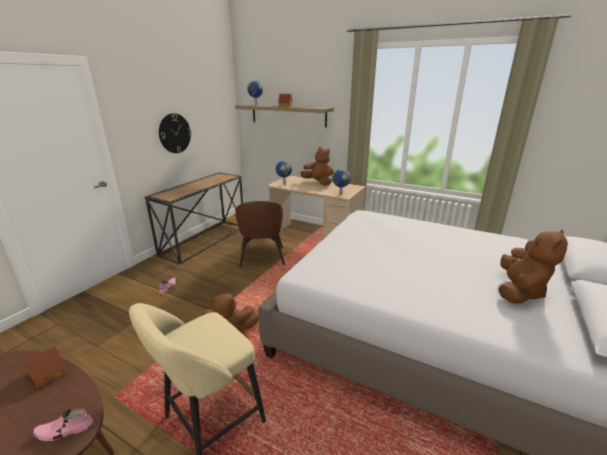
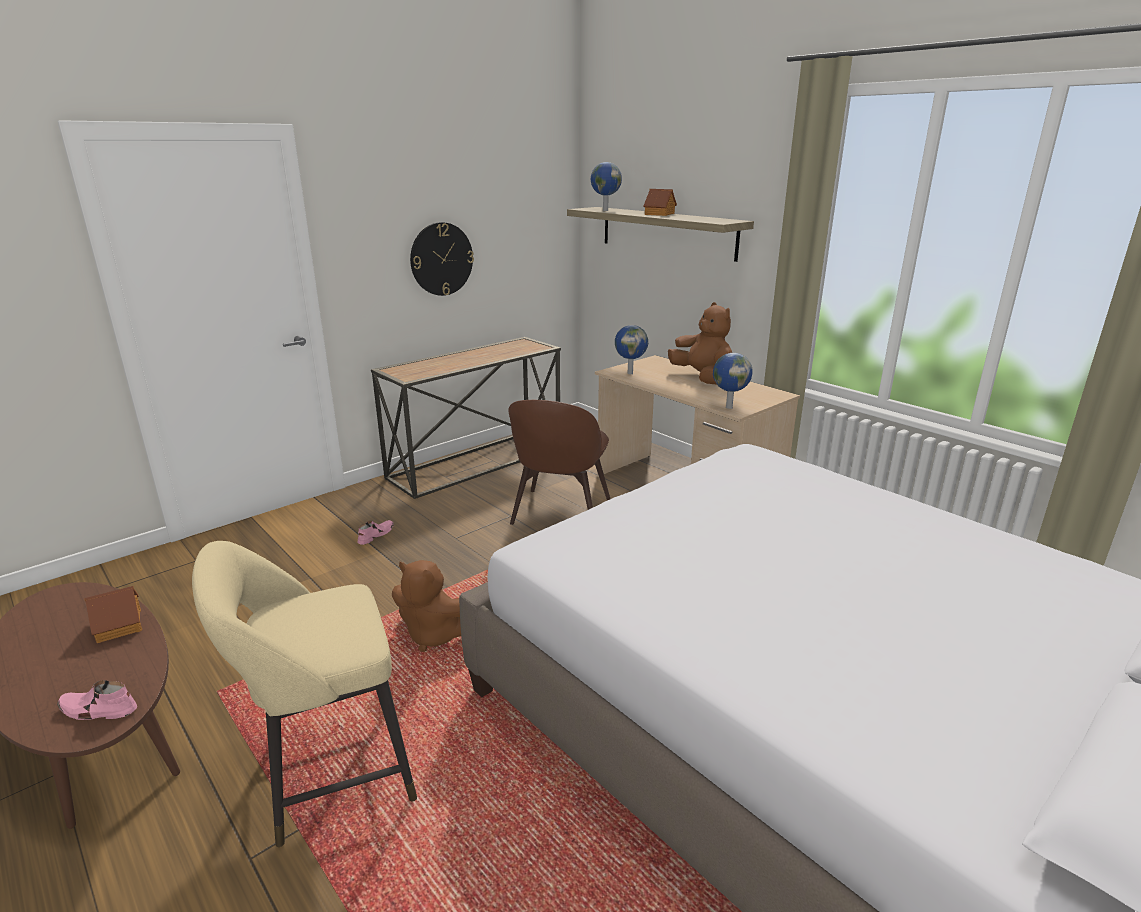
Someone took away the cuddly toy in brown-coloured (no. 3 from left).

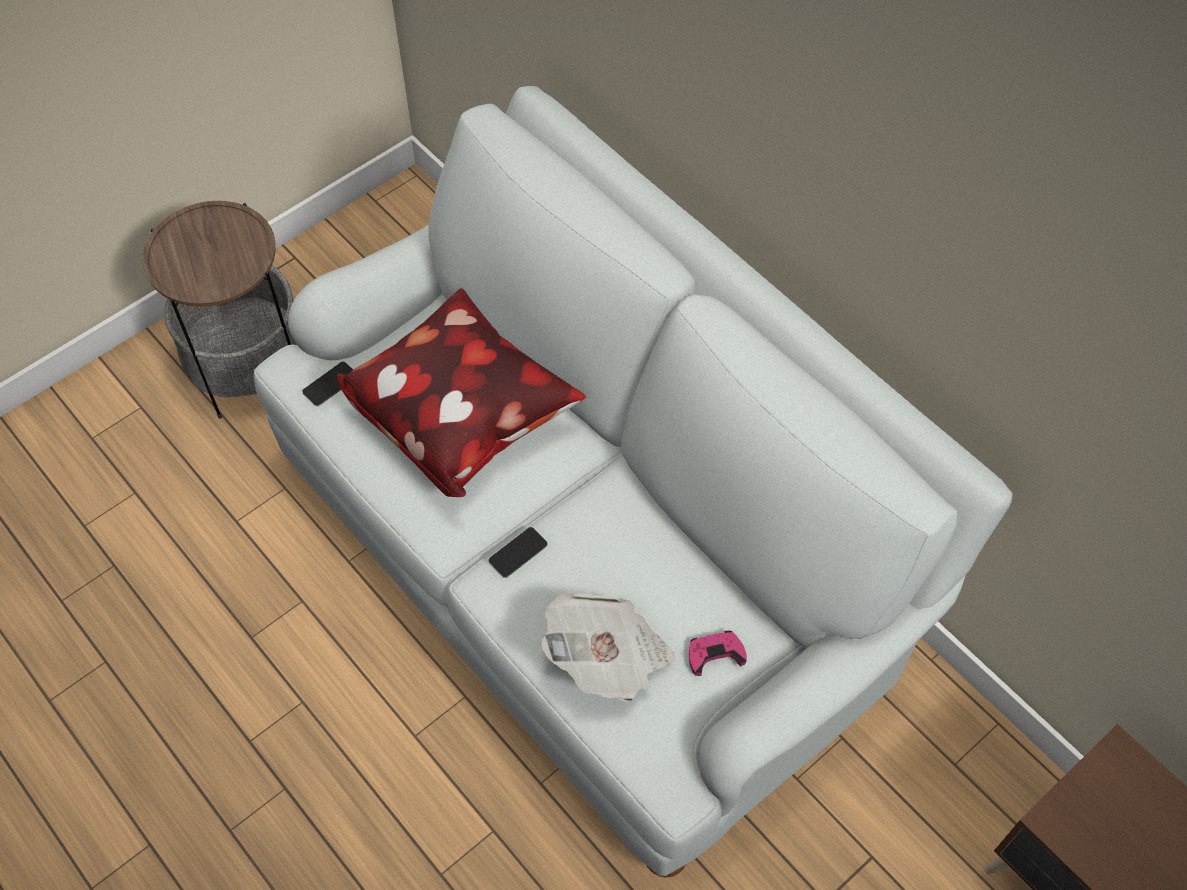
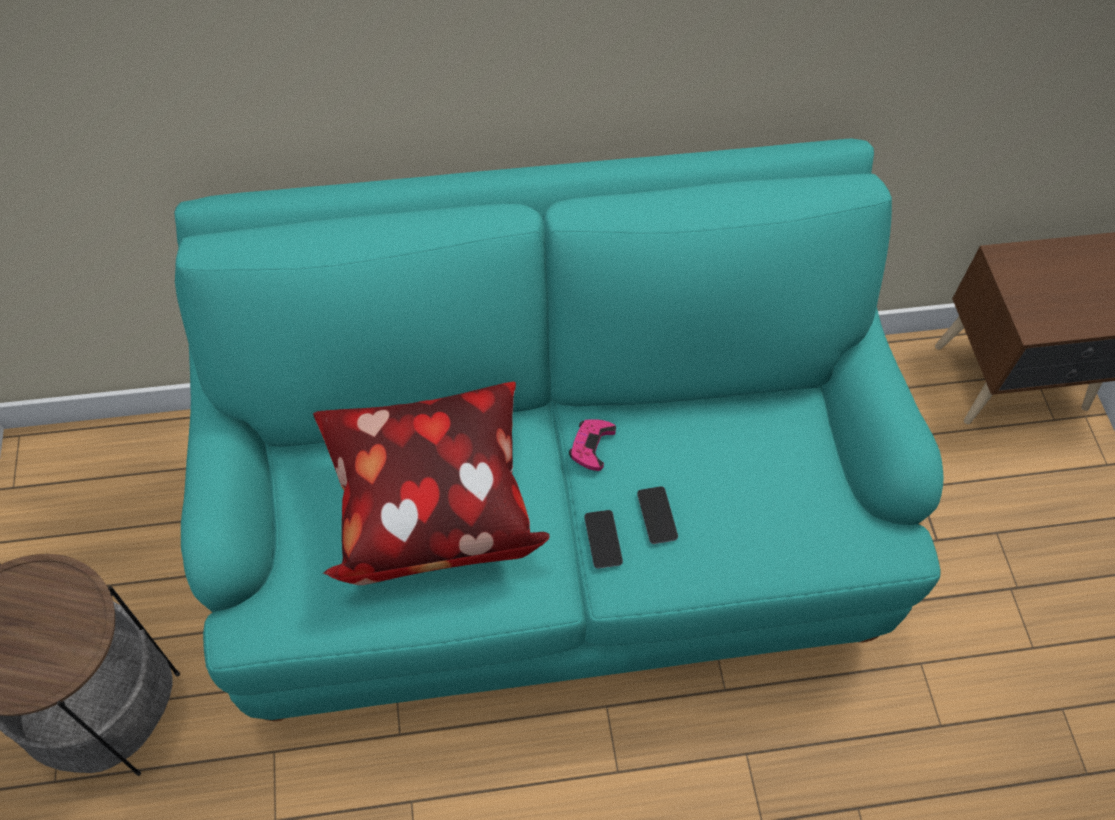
Someone repainted the couch in whitish, which became the couch in blue-green. Someone carried the joypad in pinkish. Someone carried the handset (no. 1 from left in the first image). Someone took away the newspaper.

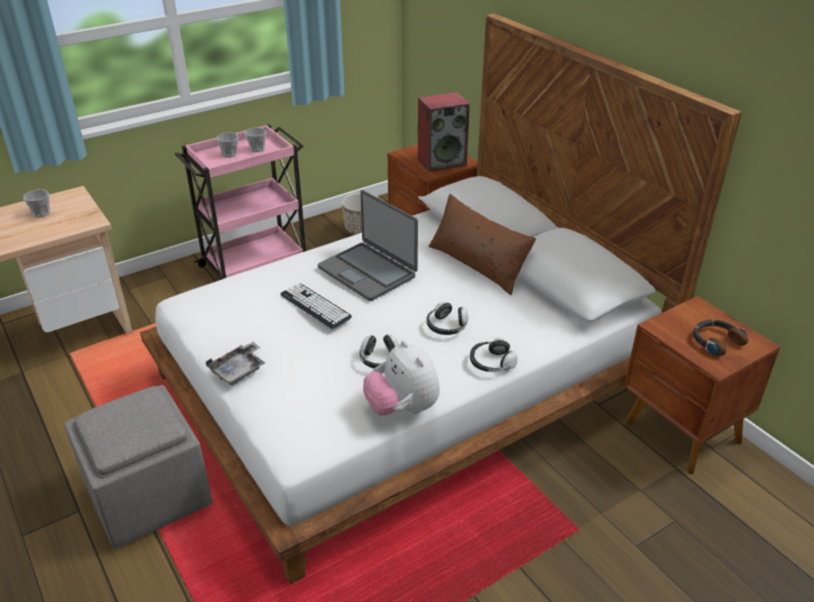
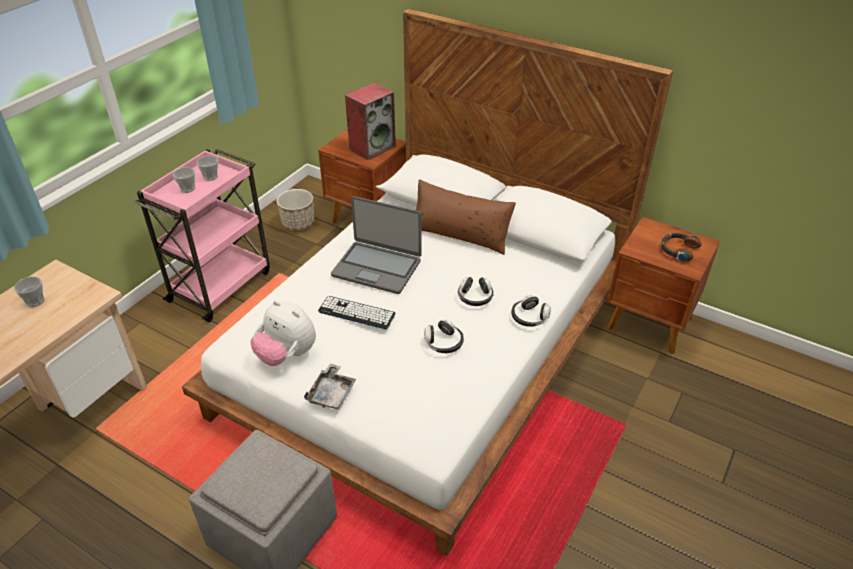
Someone carried the cuddly toy.

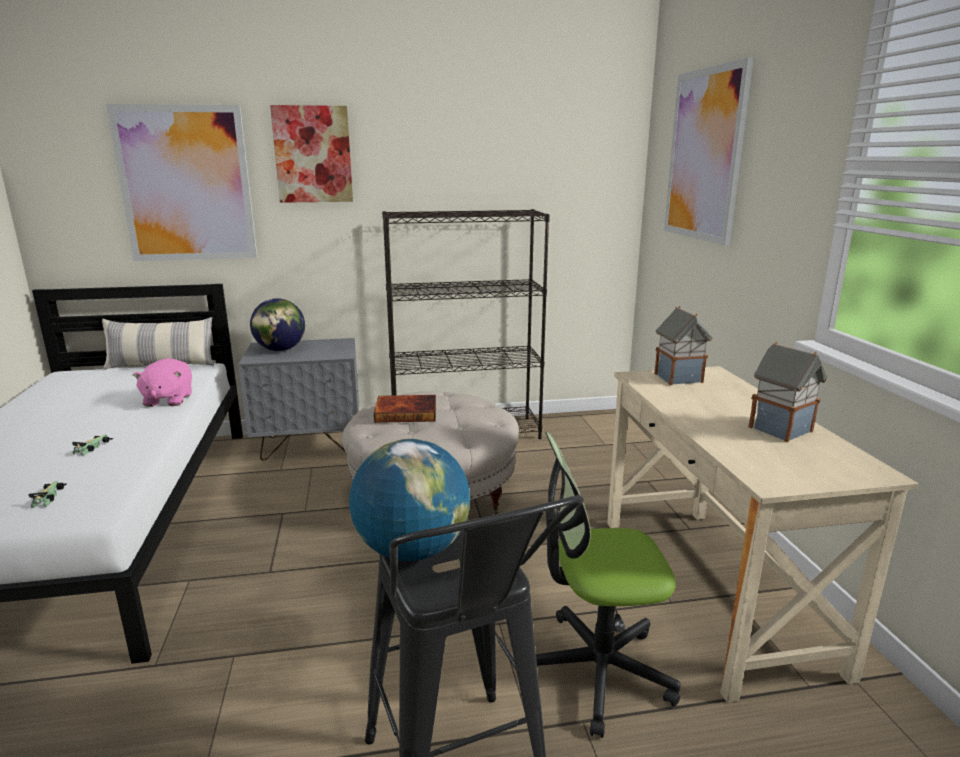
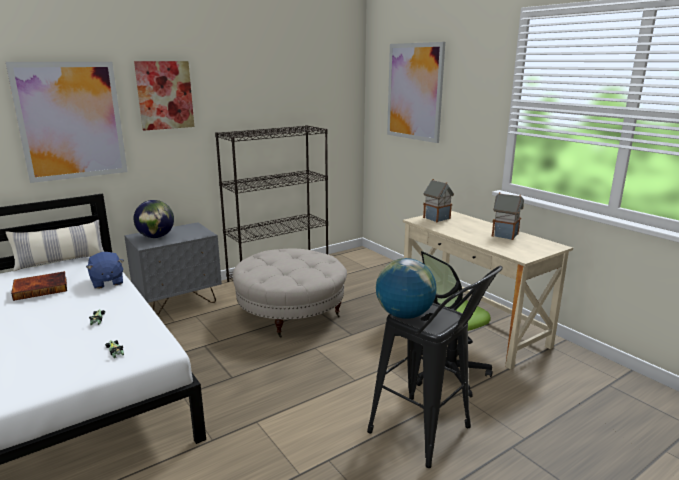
Someone carried the bound book. Someone repainted the cuddly toy in pinkish, which became the cuddly toy in bluish.

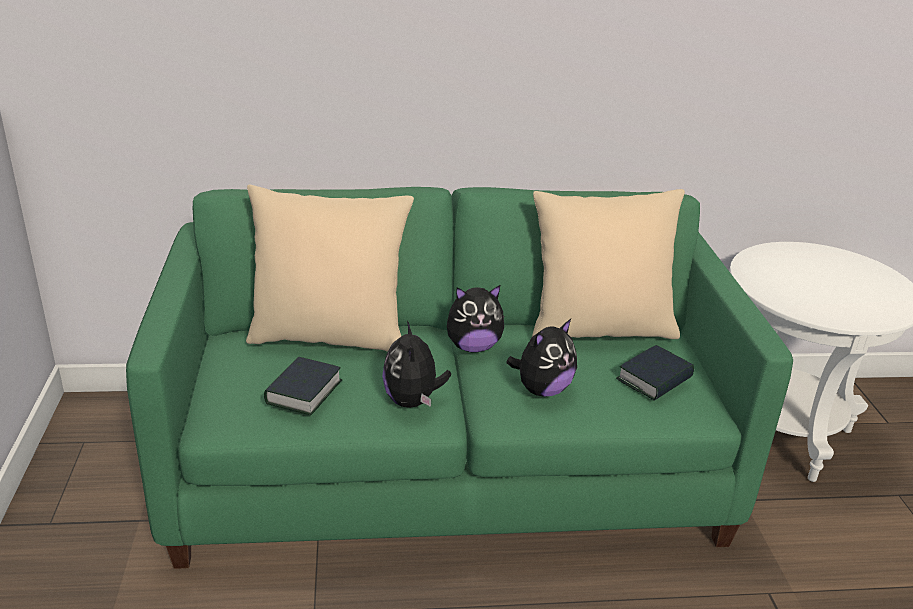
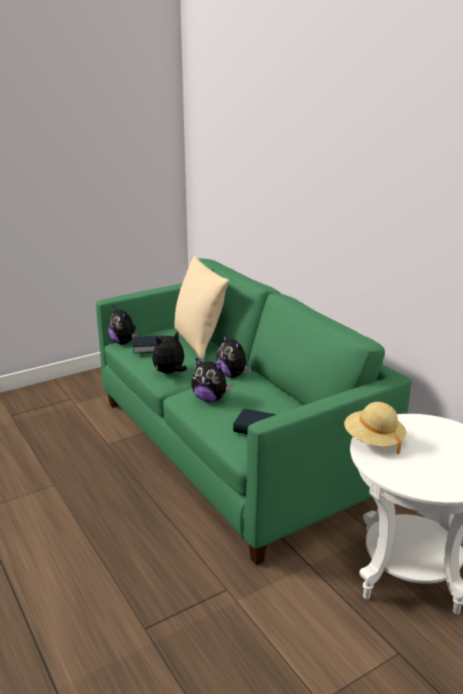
Someone put down the cuddly toy (no. 1 from left). Someone put down the hat in beige. Someone took away the throw pillow in beige (no. 2 from left).

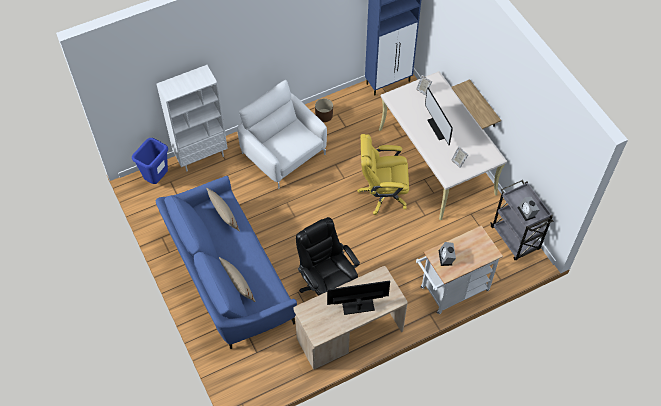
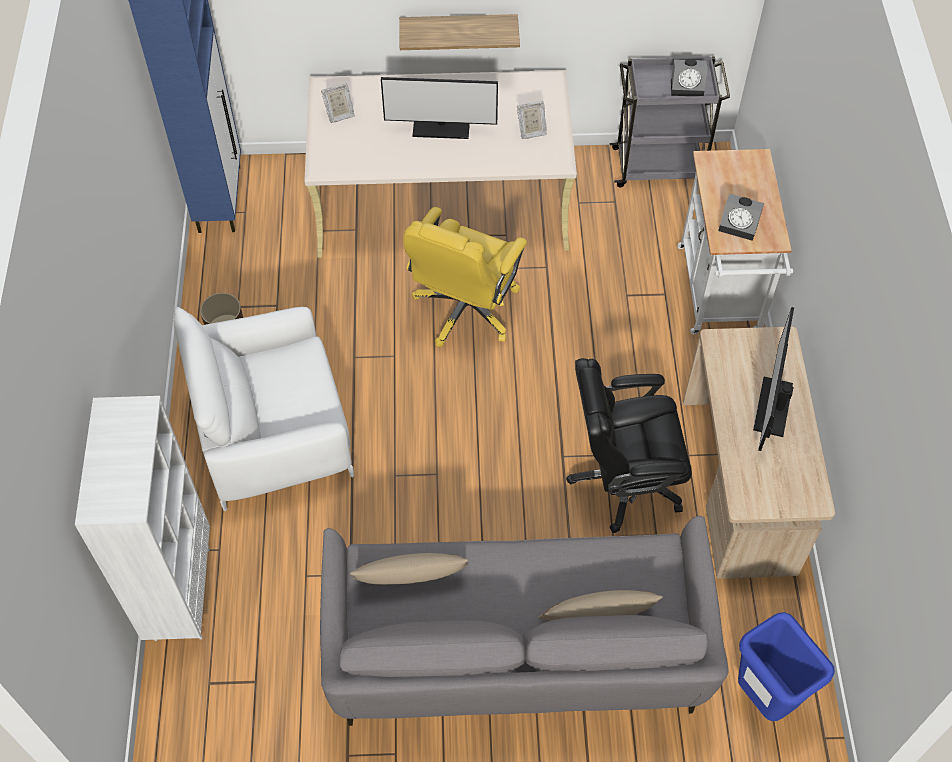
Someone repainted the couch in bluish, which became the couch in greyish. Someone carried the rubbish bin in bluish.

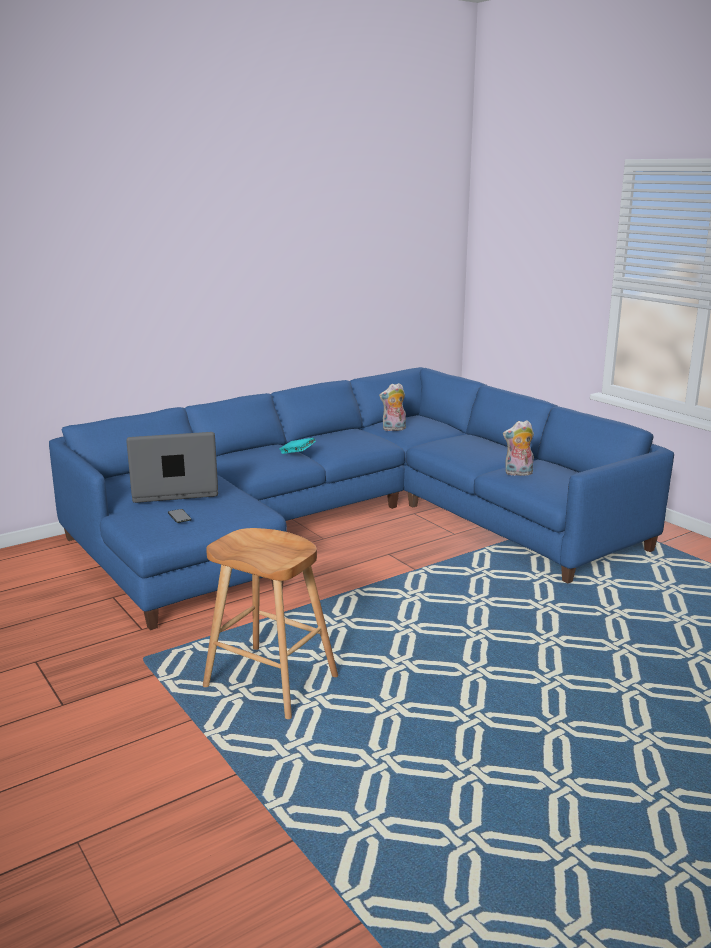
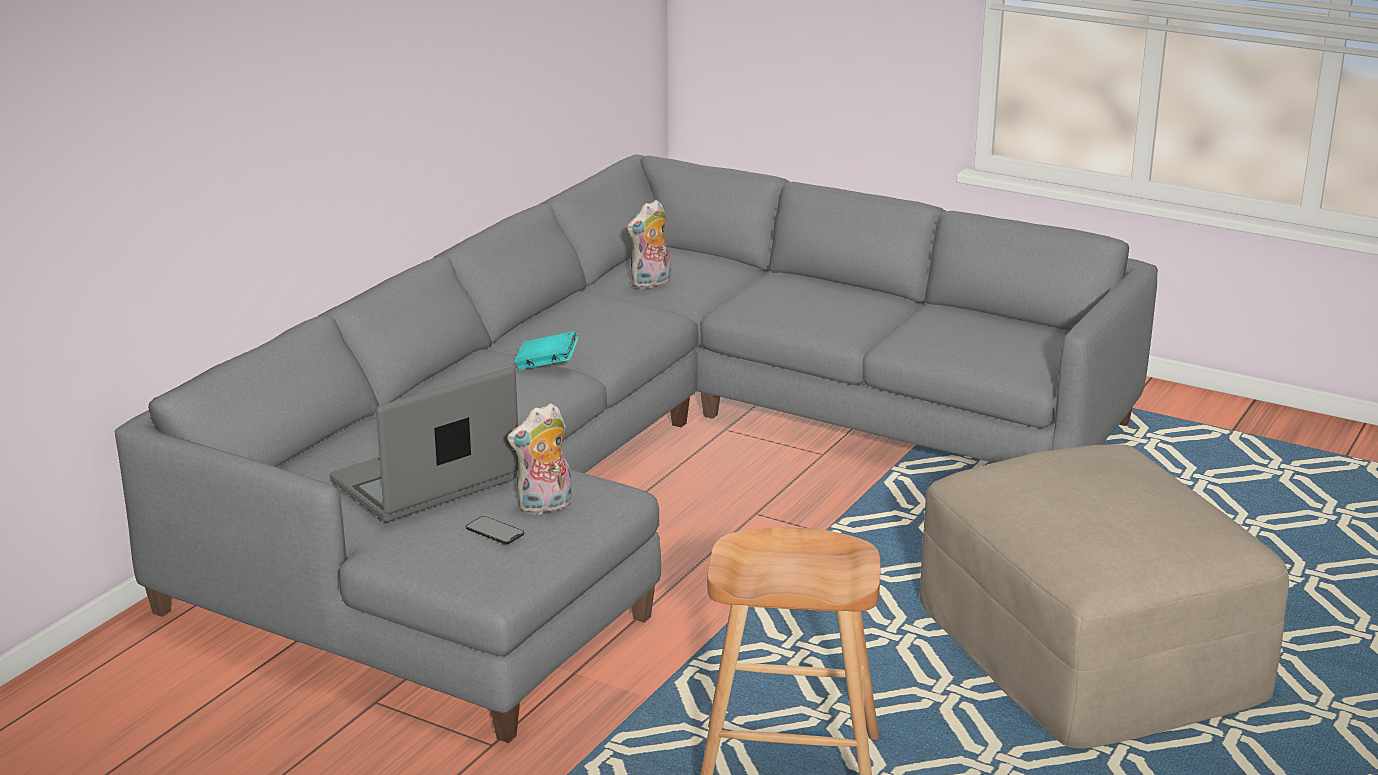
Someone repainted the couch in bluish, which became the couch in greyish. Someone carried the cuddly toy (no. 2 from left in the first image). Someone put down the ottoman in beige.

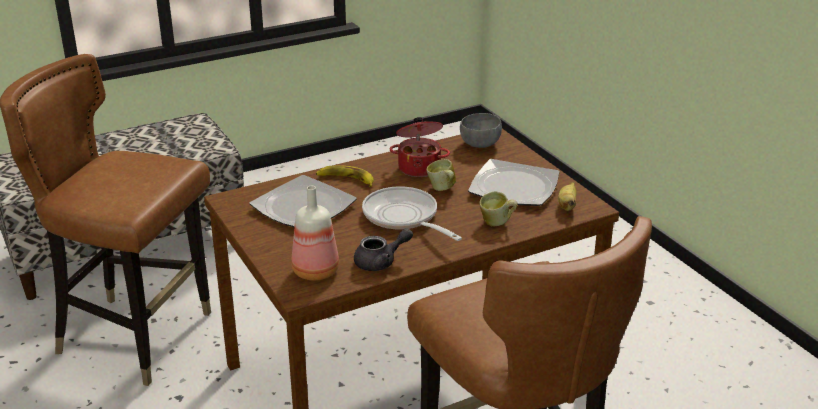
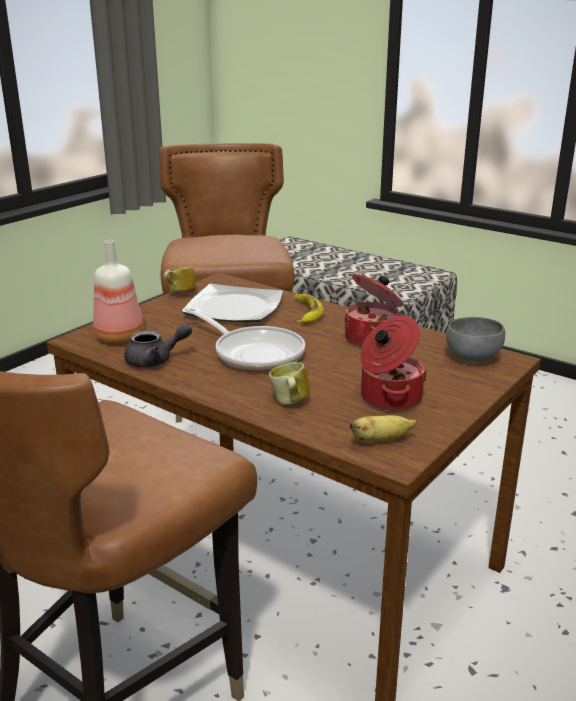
Someone rotated the tea pot in greyish by 60 degrees counterclockwise. Someone carried the coffee mug (no. 1 from left). Someone rotated the frying pan by 105 degrees clockwise. Someone swapped the plate (no. 2 from left) for the stockpot (no. 2 from left).

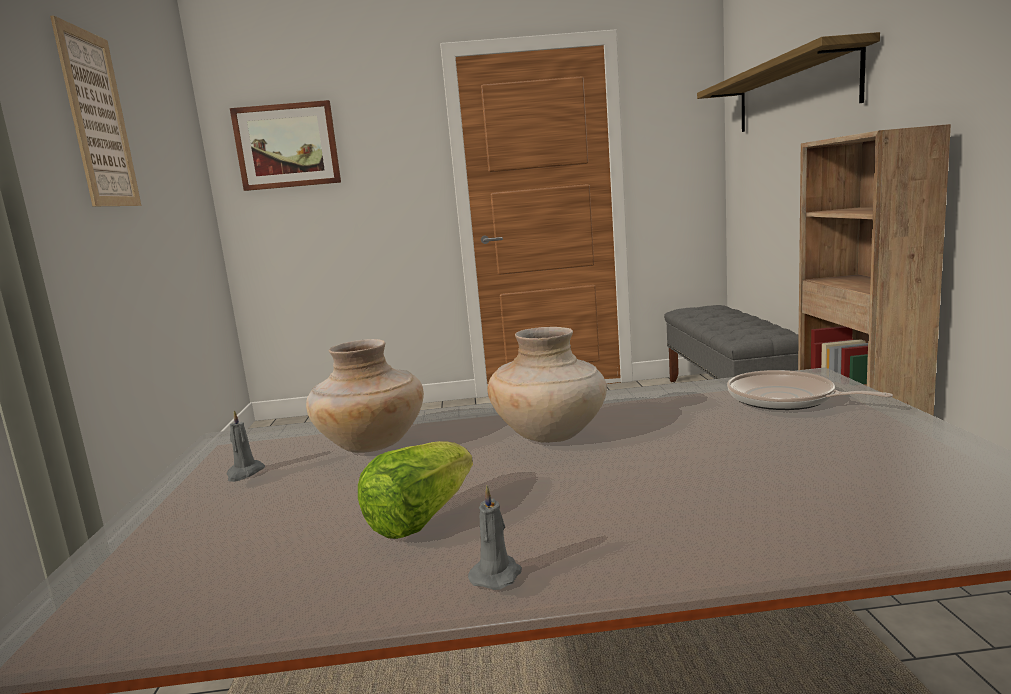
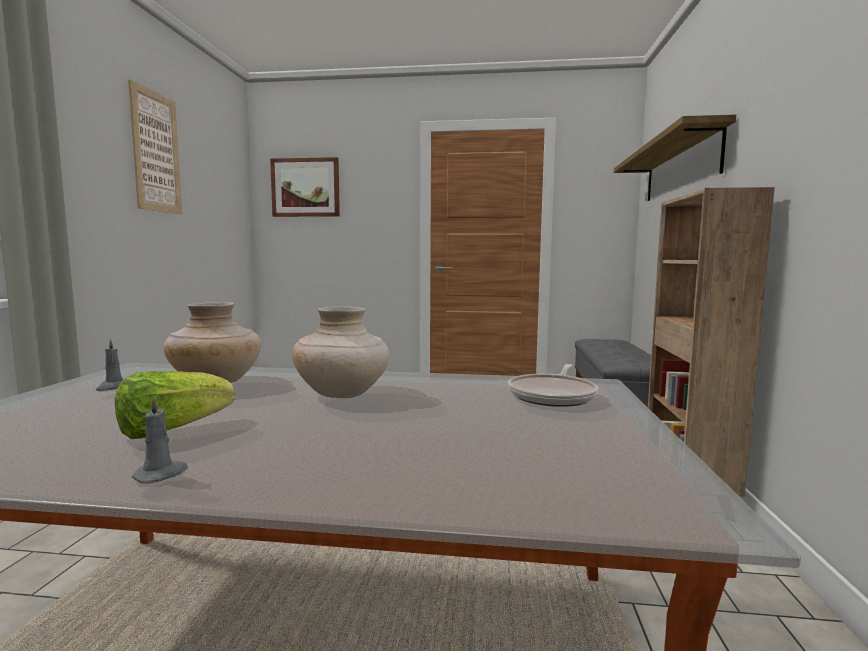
Someone rotated the frying pan by 120 degrees counterclockwise.

